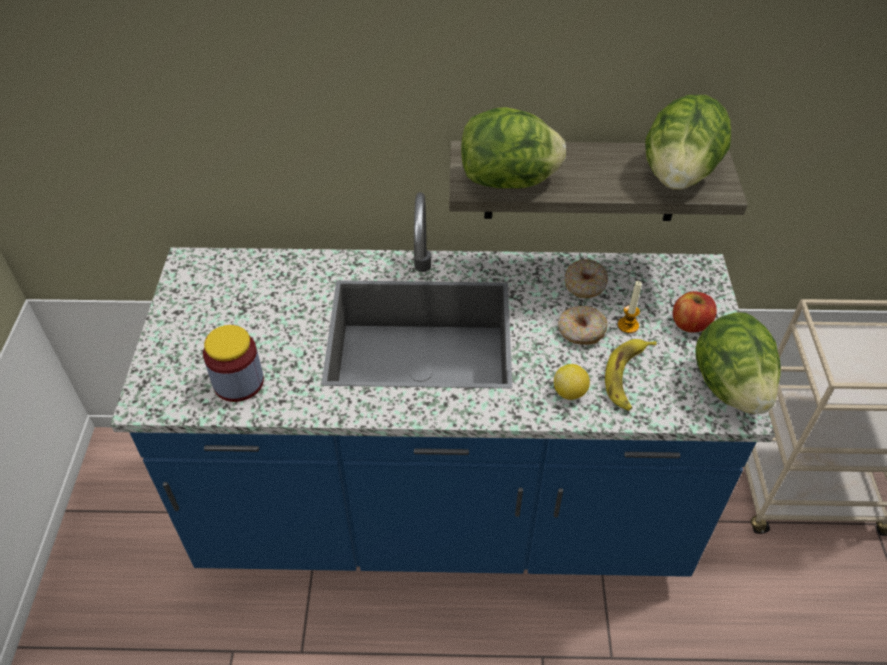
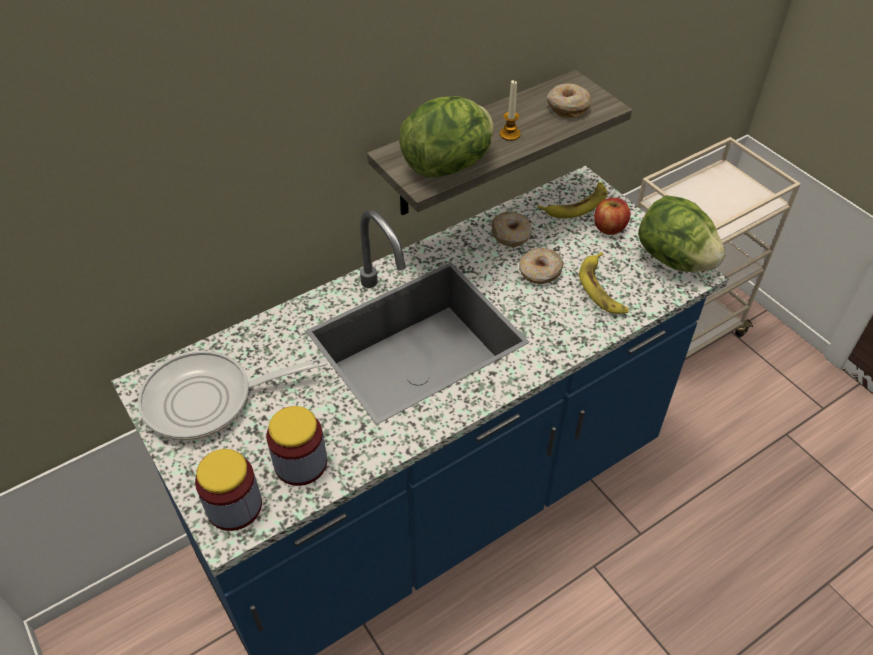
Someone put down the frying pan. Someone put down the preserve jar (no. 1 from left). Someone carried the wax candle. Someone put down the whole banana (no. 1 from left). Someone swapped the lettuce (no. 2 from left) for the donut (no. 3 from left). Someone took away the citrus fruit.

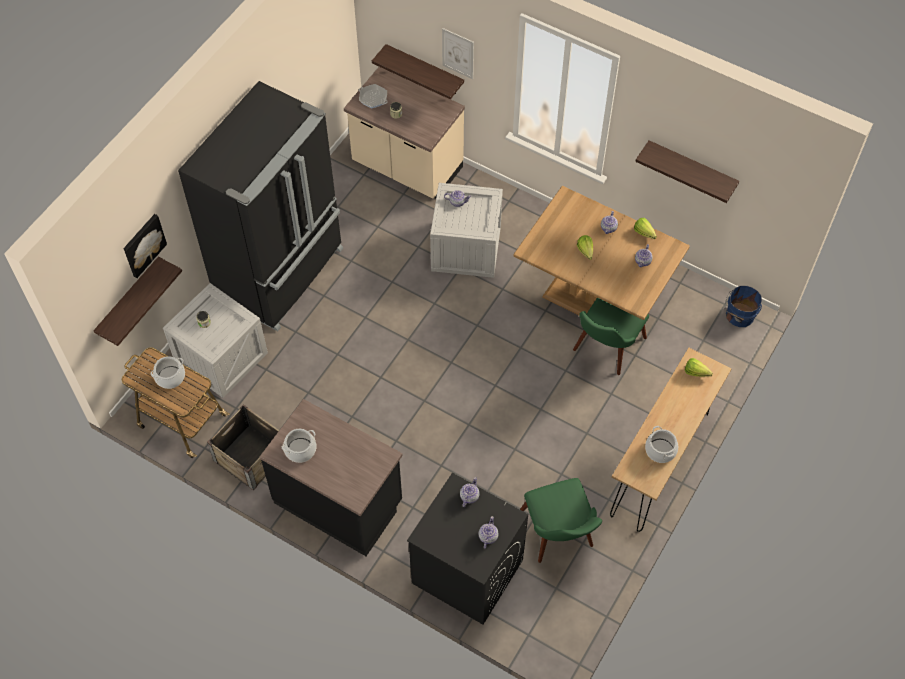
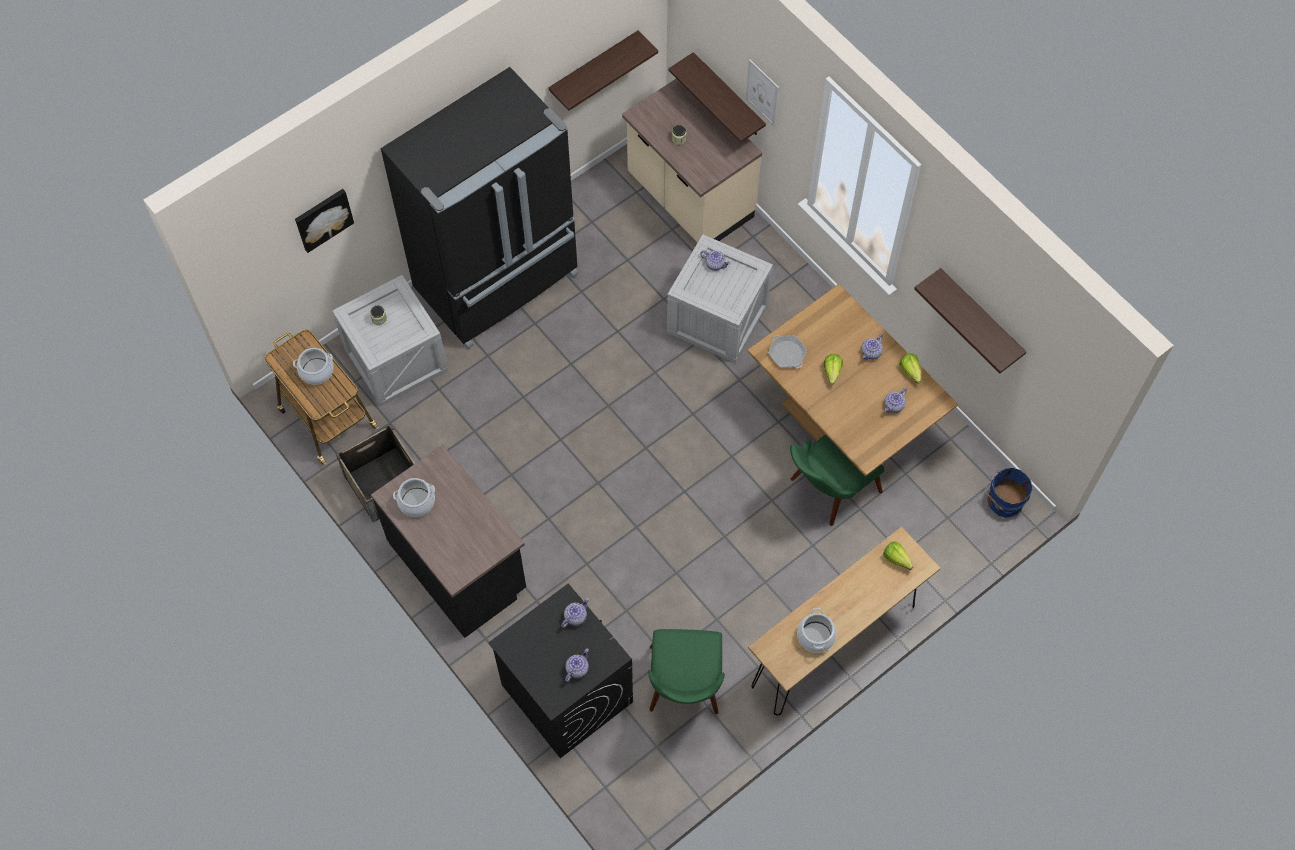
Someone carried the shelf (no. 1 from left). Someone carried the frying pan.

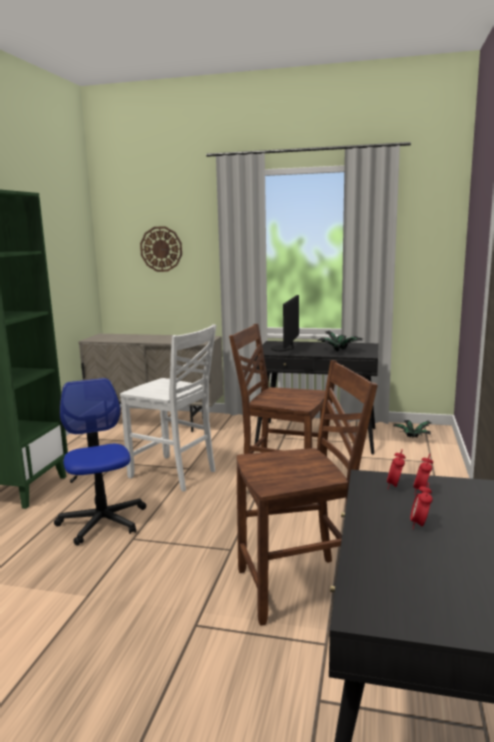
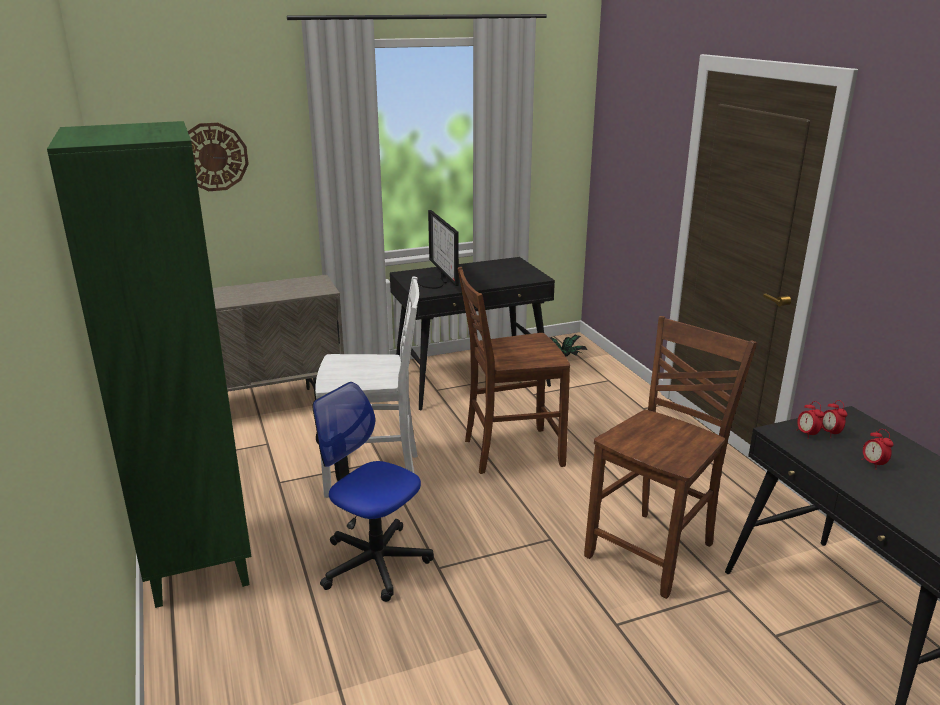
Someone took away the potted plant (no. 1 from left).

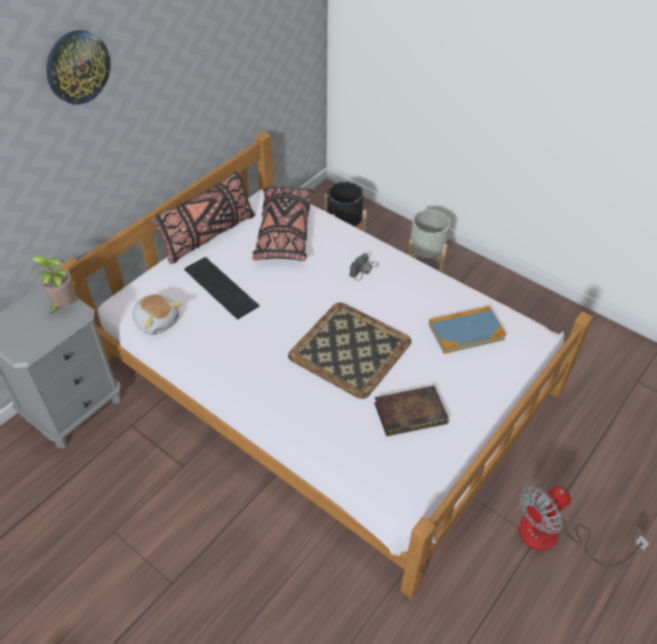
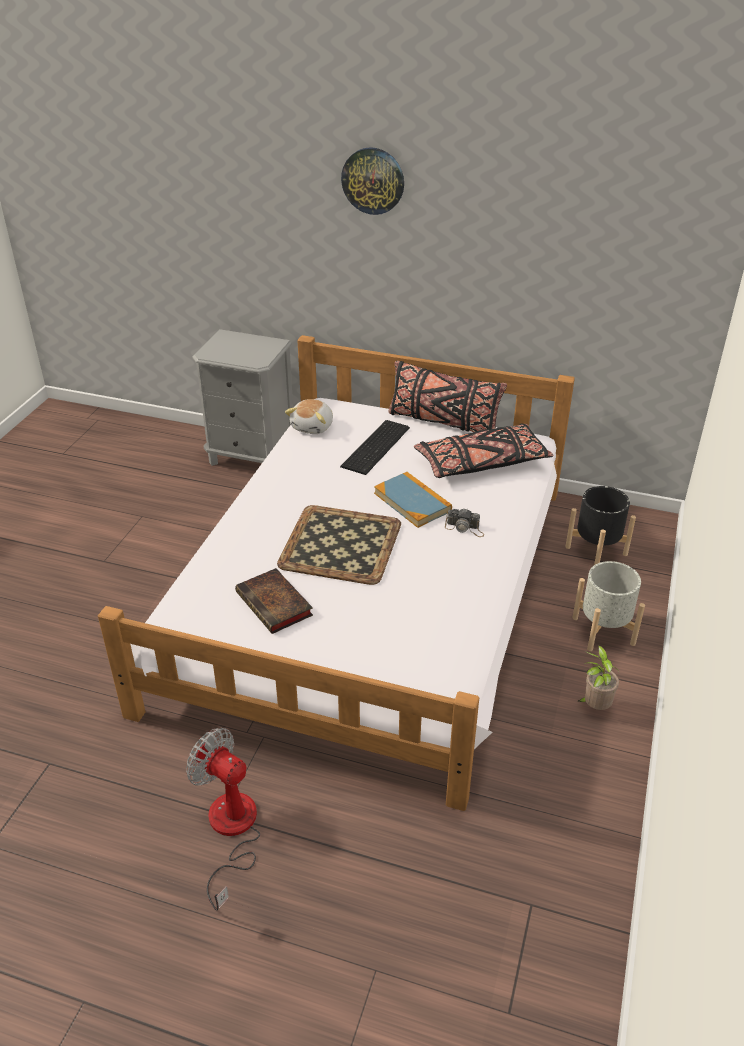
Someone carried the bound book (no. 2 from left). Someone carried the potted plant.

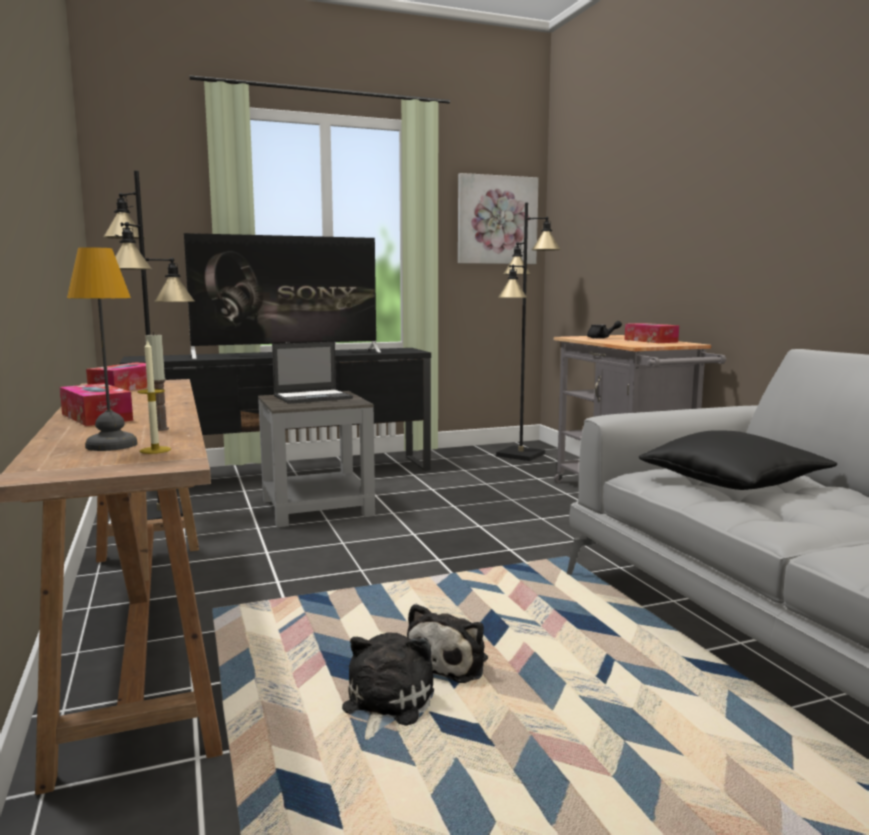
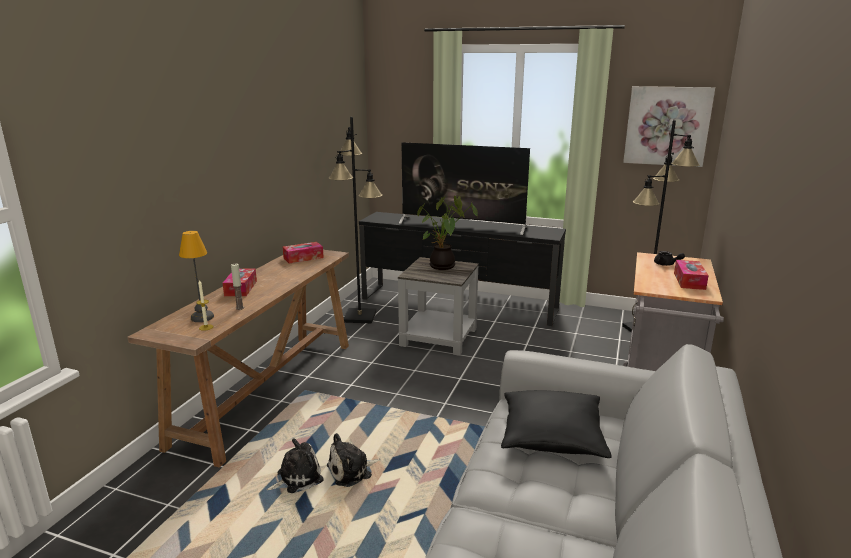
Someone swapped the notebook computer for the potted plant.

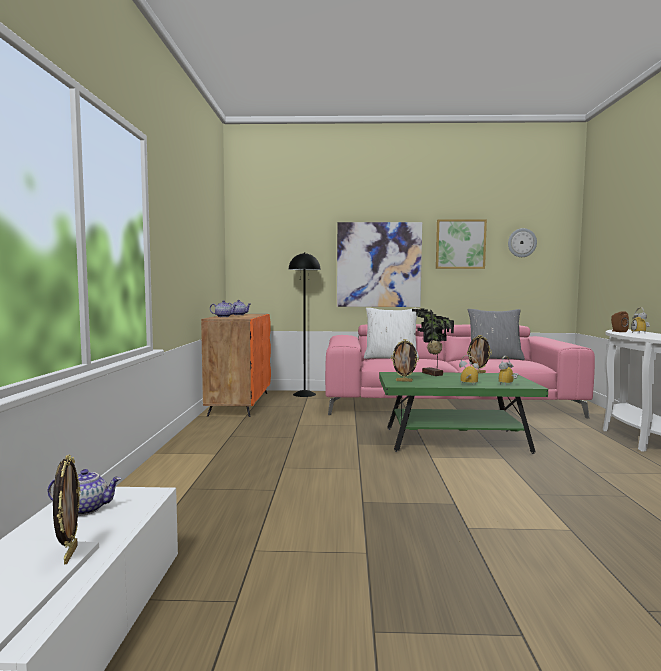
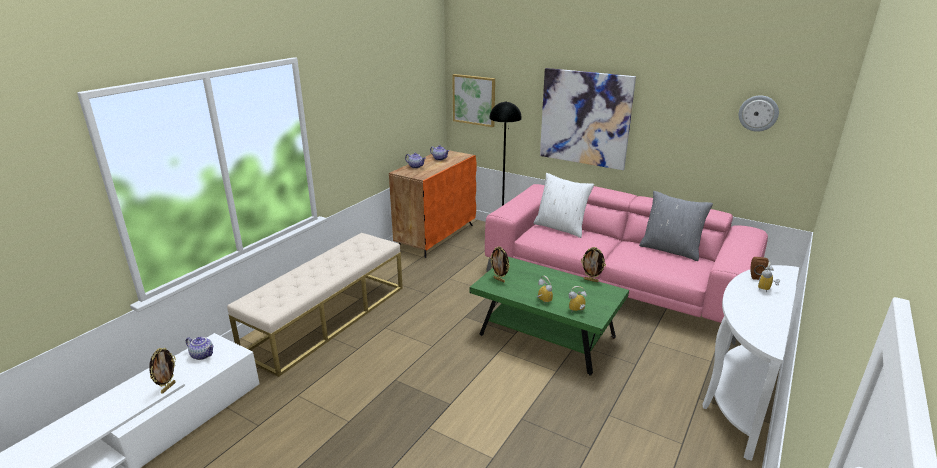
Someone put down the bench in beige. Someone carried the picture (no. 2 from left in the first image). Someone took away the potted plant.

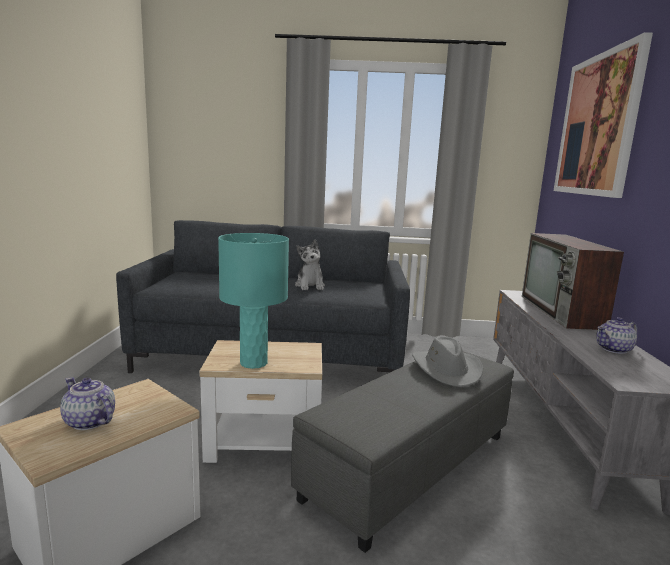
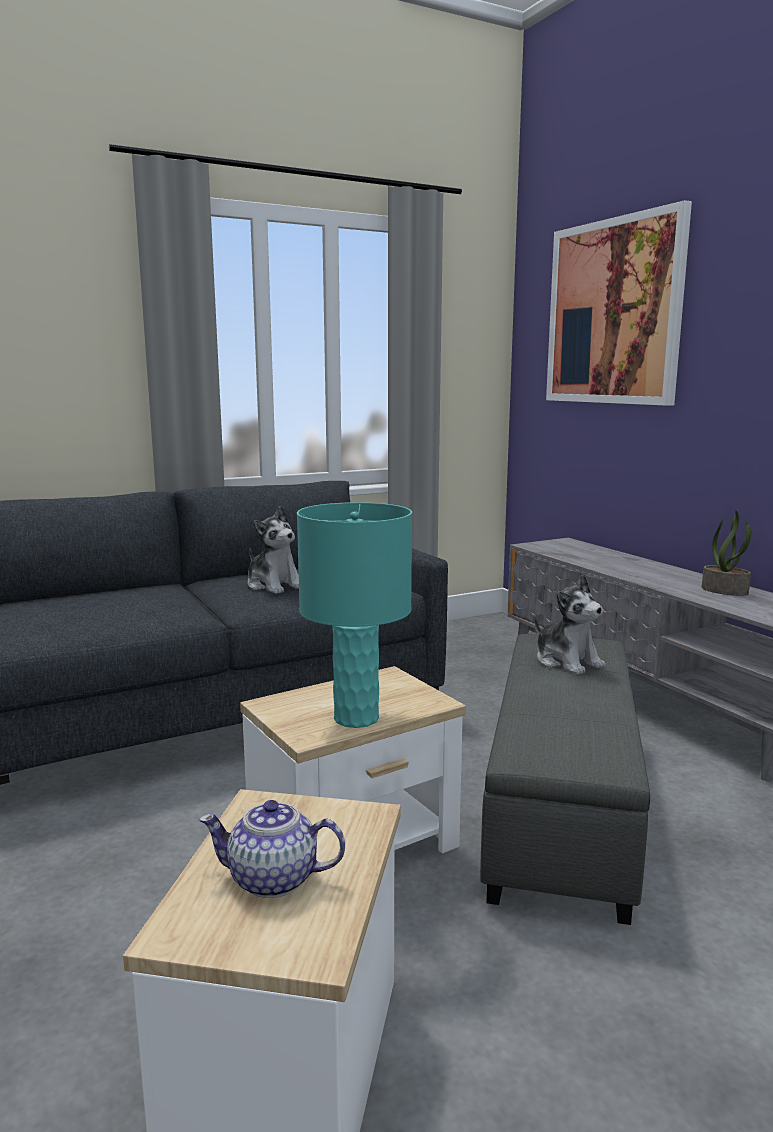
Someone swapped the hat in greyish for the cuddly toy (no. 2 from left). Someone swapped the tea pot (no. 2 from left) for the potted plant. Someone took away the TV.

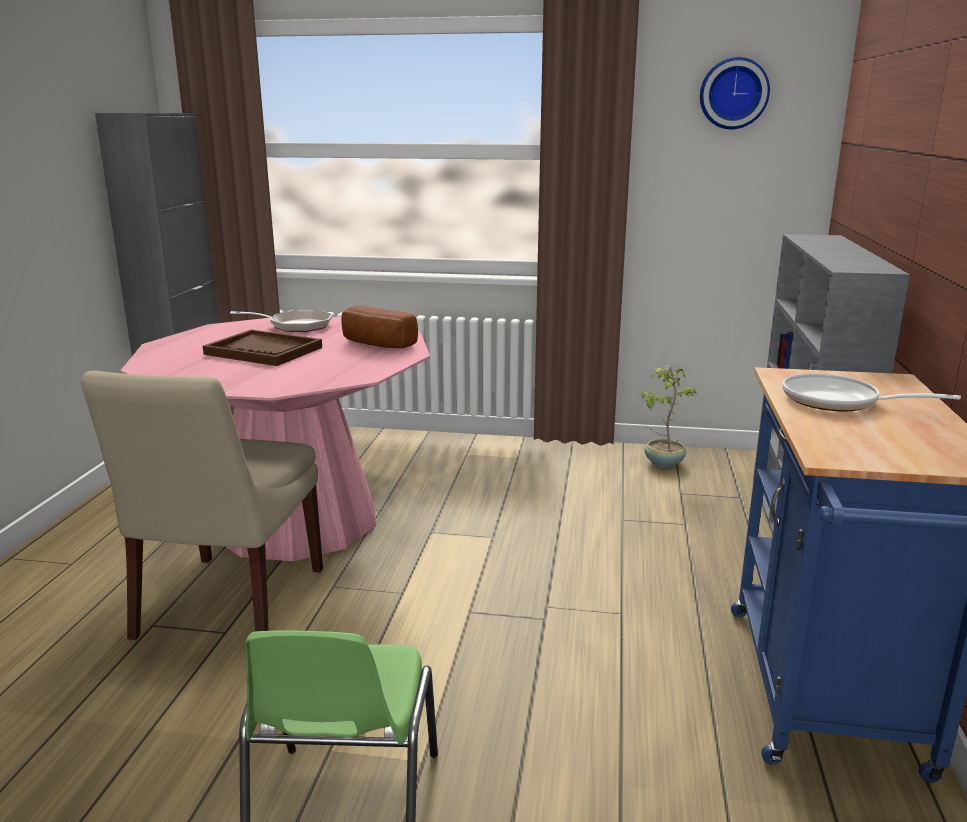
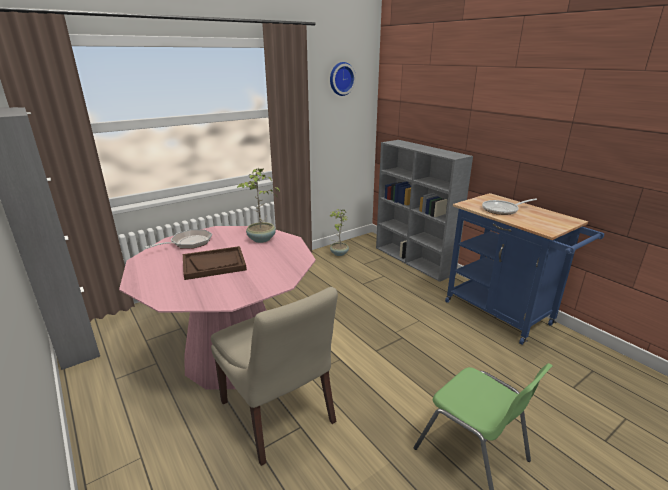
Someone swapped the bread for the potted plant (no. 1 from left).

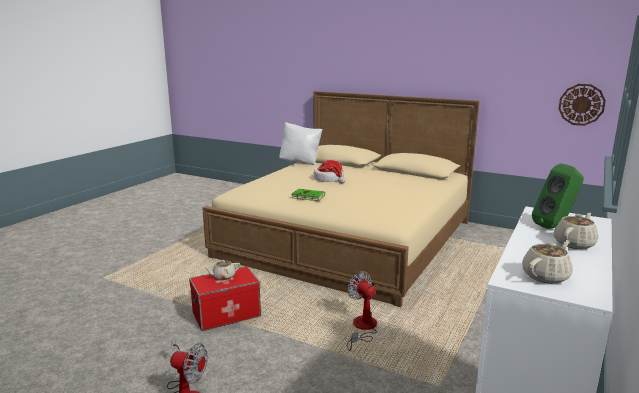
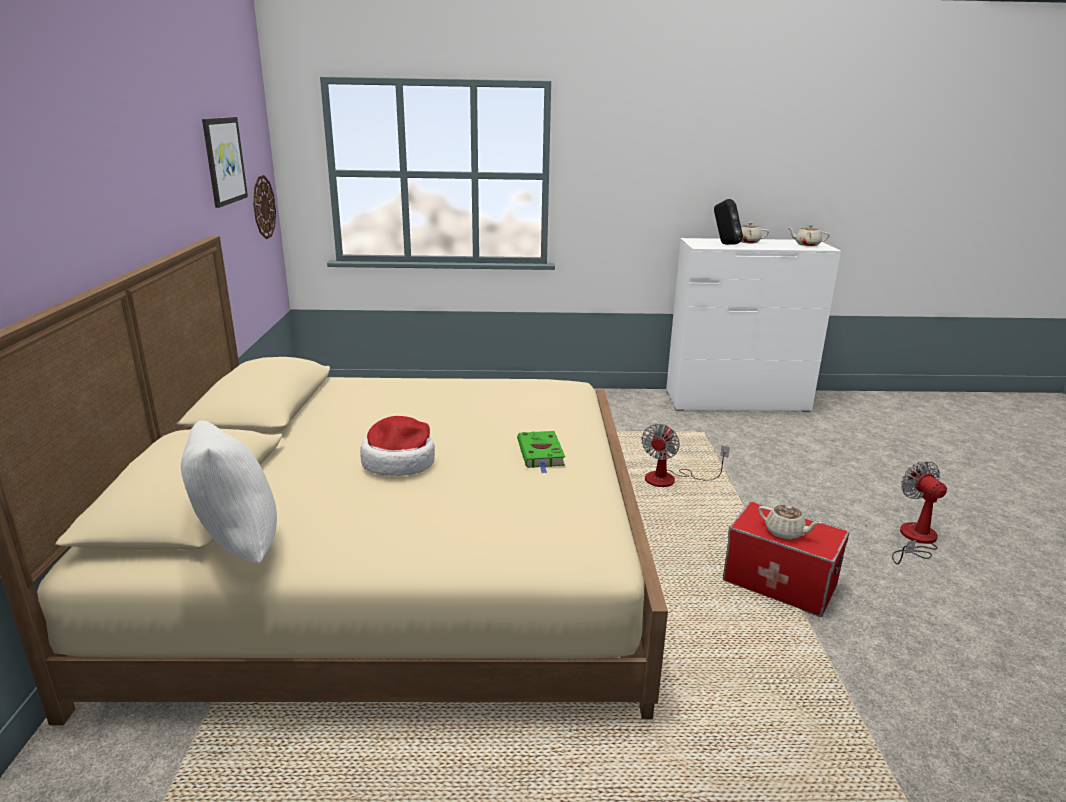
Someone put up the picture. Someone repainted the speaker in greenish, which became the speaker in black-coloured.

